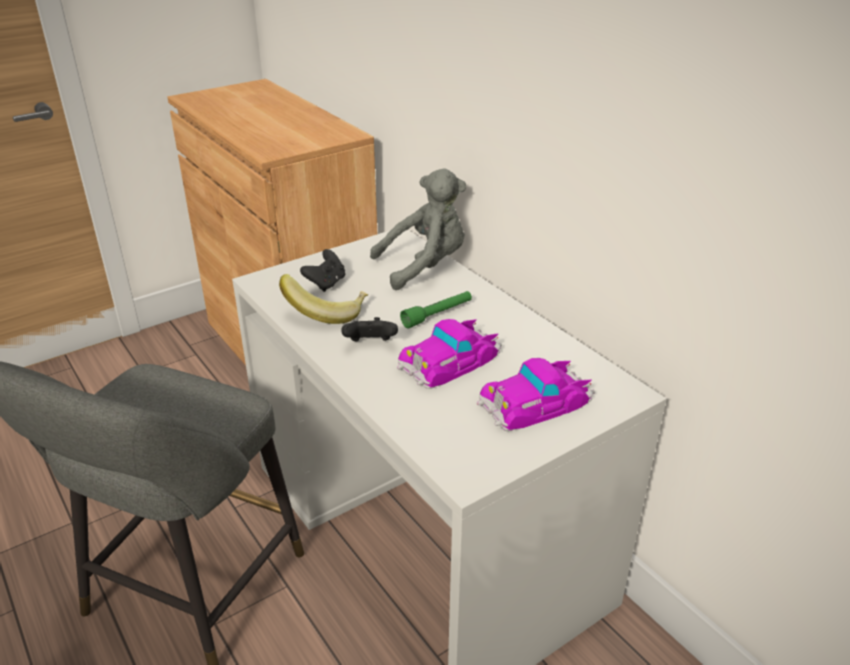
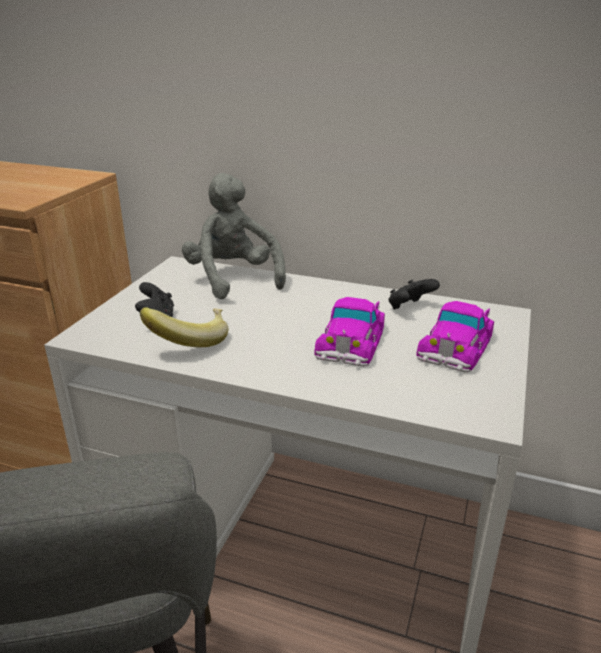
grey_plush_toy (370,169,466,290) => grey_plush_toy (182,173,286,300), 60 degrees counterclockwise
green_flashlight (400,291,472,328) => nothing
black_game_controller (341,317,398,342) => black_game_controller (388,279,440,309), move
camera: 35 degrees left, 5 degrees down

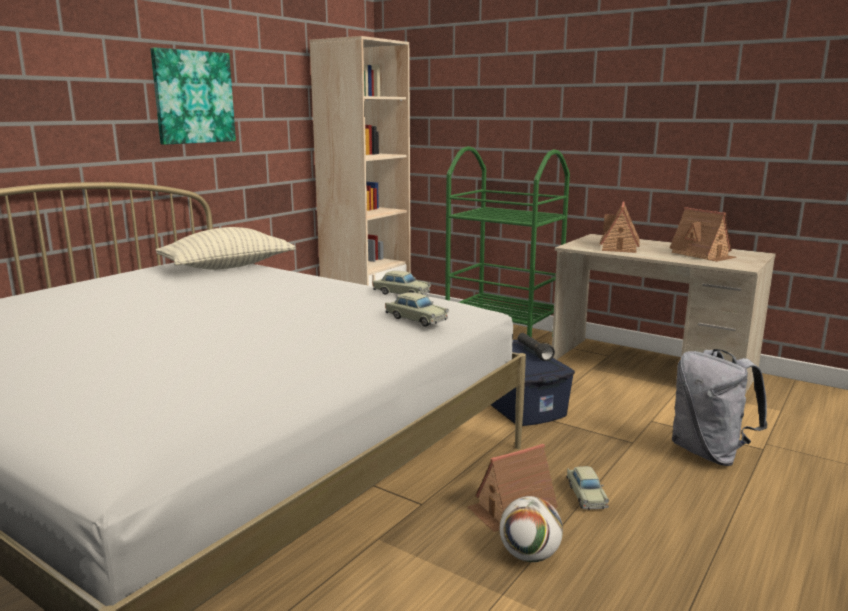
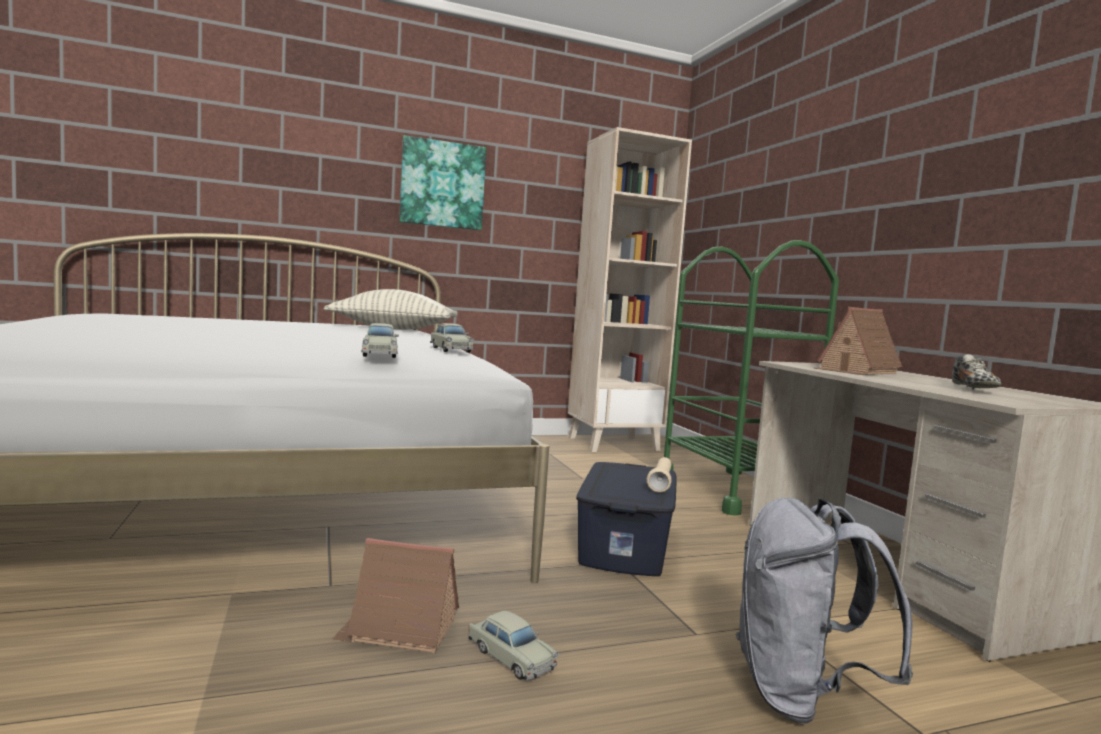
toy_house (669,207,737,262) => shoe (952,354,1001,390)
black_flashlight (518,333,555,361) => beige_flashlight (647,457,672,493)
beige_toy_car (567,466,609,510) => beige_toy_car (468,611,559,680), 75 degrees counterclockwise
football (499,496,563,562) => nothing
camera: 35 degrees right, 10 degrees down

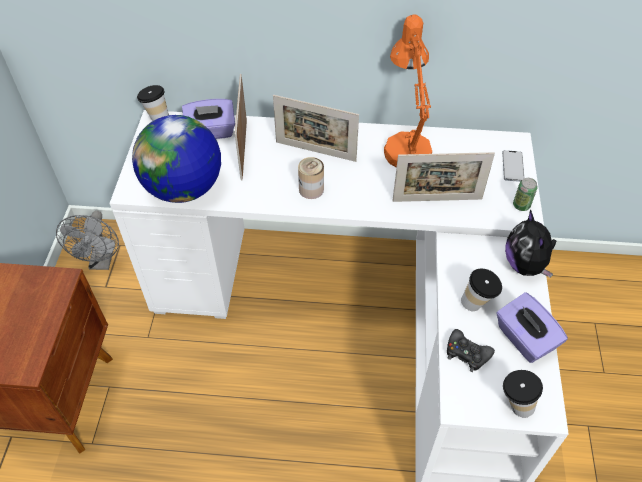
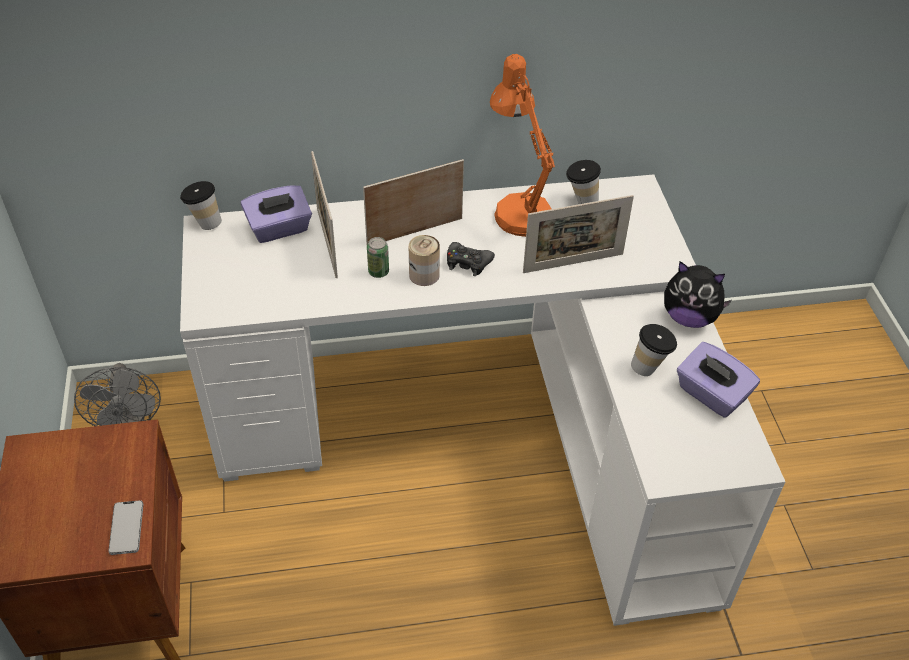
picture_frame (273,95,359,162) => picture_frame (363,159,464,244), 150 degrees clockwise
globe (132,115,221,203) => nothing
phone (502,150,524,182) => phone (108,500,143,555), move
can (513,178,537,211) => can (367,237,389,278), move
plush_toy (505,210,557,278) => plush_toy (664,261,732,328), 45 degrees counterclockwise
black_game_controller (447,329,495,372) => black_game_controller (447,242,495,276), move
cup (503,370,543,418) => cup (566,160,601,204), move
camera: 15 degrees left, 5 degrees down

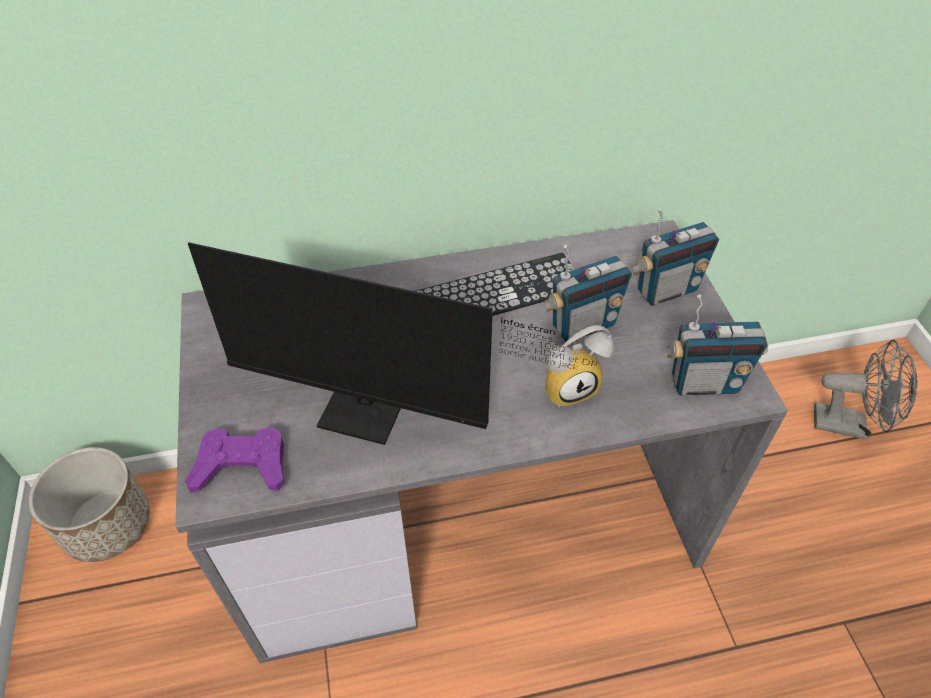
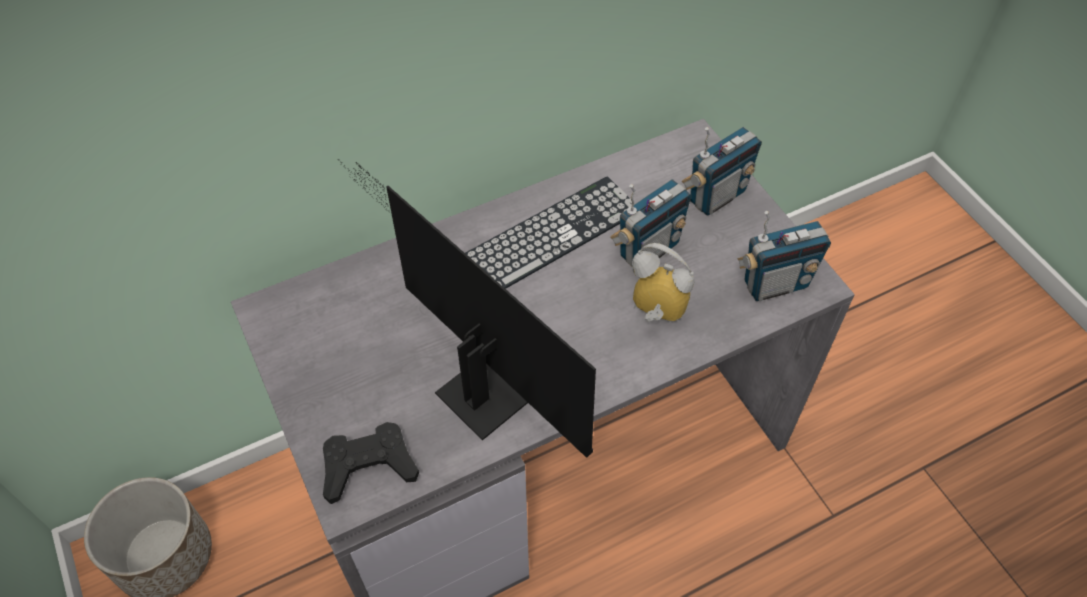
monitor (188,242,597,445) => monitor (341,162,596,458), 135 degrees counterclockwise
alarm_clock (545,325,614,408) => alarm_clock (632,243,695,323), 120 degrees counterclockwise
grey_fan (814,339,918,440) => nothing
purple_game_controller (185,427,285,493) => black_game_controller (323,422,419,504)
camera: 15 degrees left, 5 degrees up

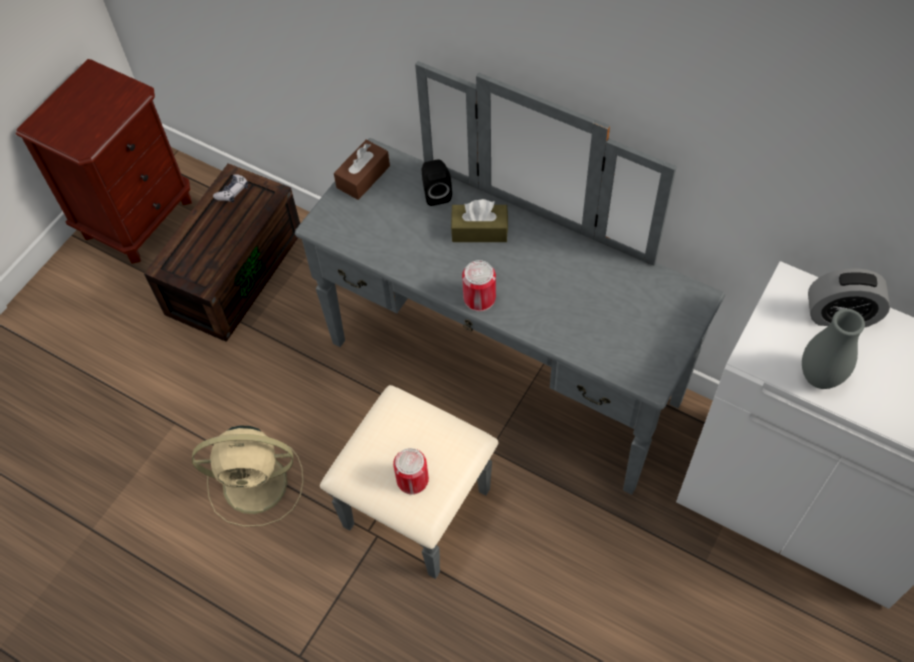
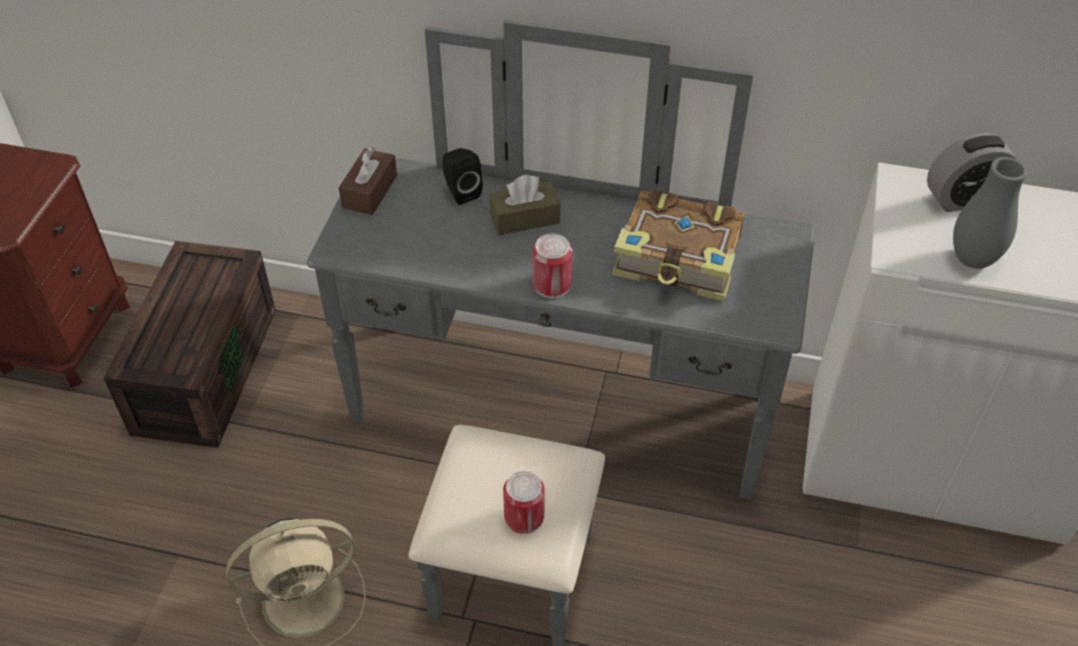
game_controller (213,174,248,203) => nothing
nothing => book (613,189,745,301)
camera: 20 degrees left, 10 degrees down

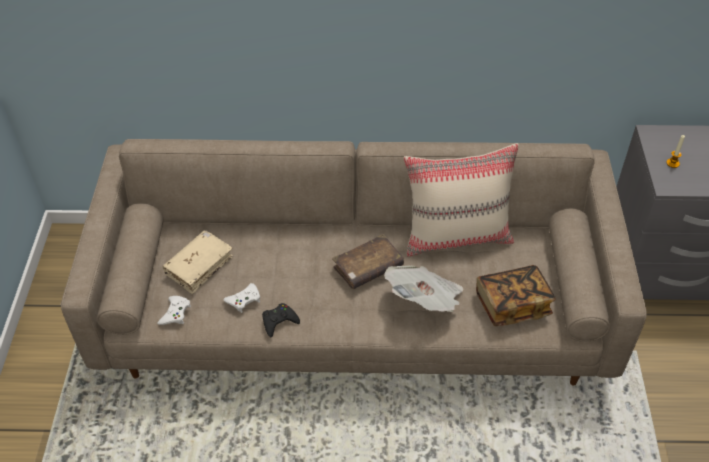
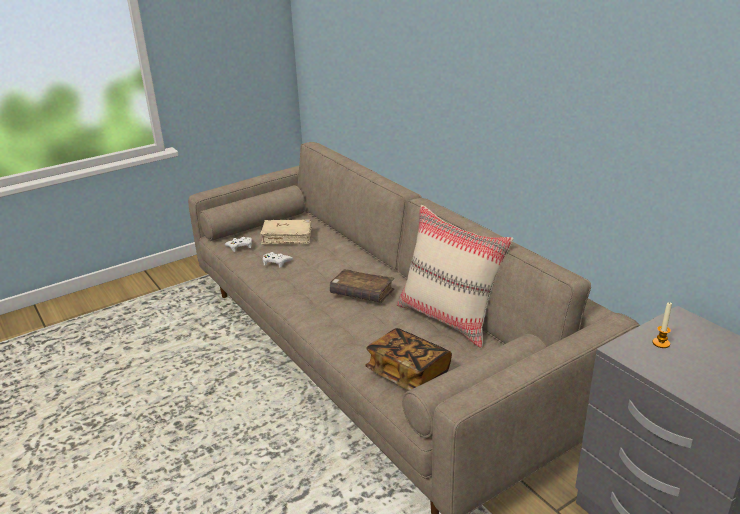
newspaper (384,266,464,312) => nothing
black_game_controller (262,303,300,337) => nothing
camera: 55 degrees right, 20 degrees down

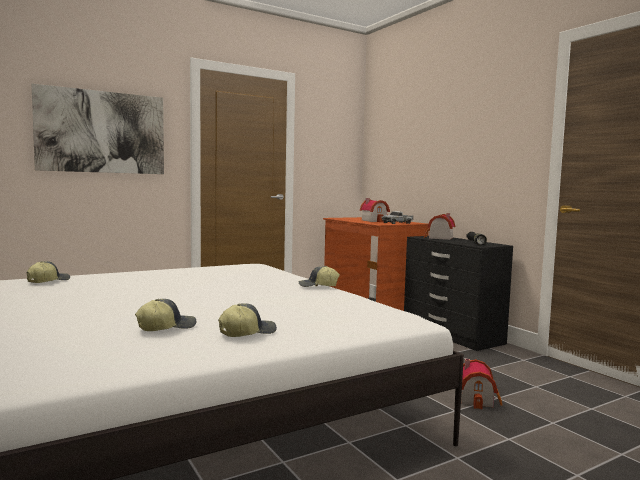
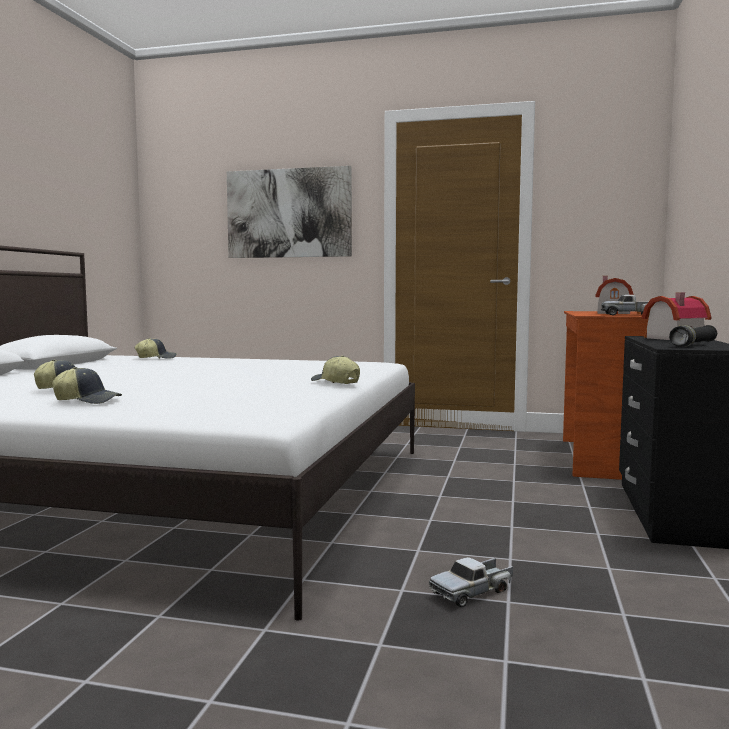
toy_house (461,359,502,409) => toy_truck (429,557,513,607)
camera: 45 degrees right, 0 degrees up

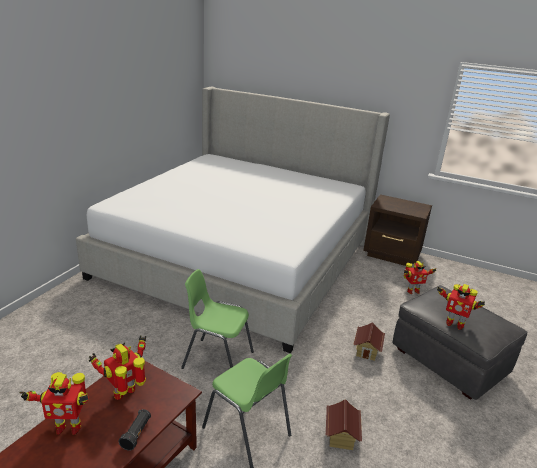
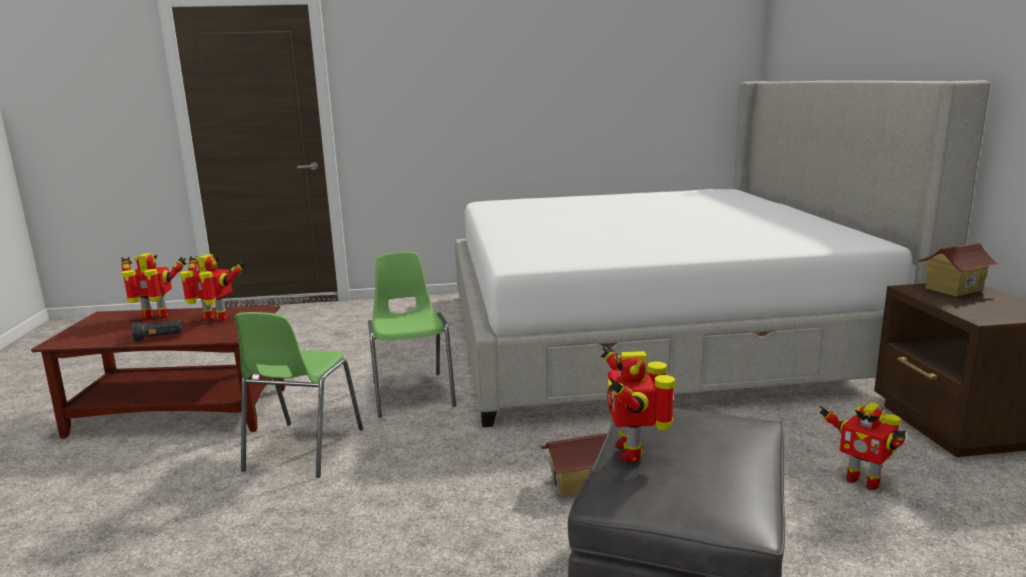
toy_robot (20,372,89,435) => toy_robot (121,253,186,319), 120 degrees clockwise
toy_house (326,399,362,450) => toy_house (917,242,1001,297), move
camera: 60 degrees right, 10 degrees down

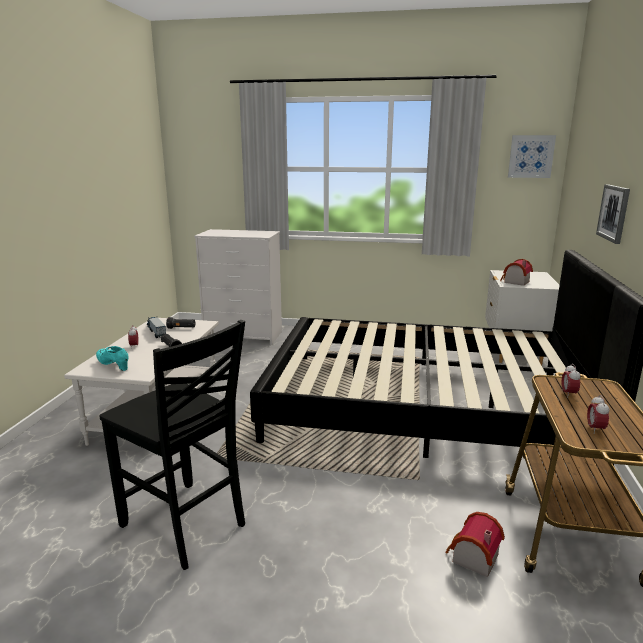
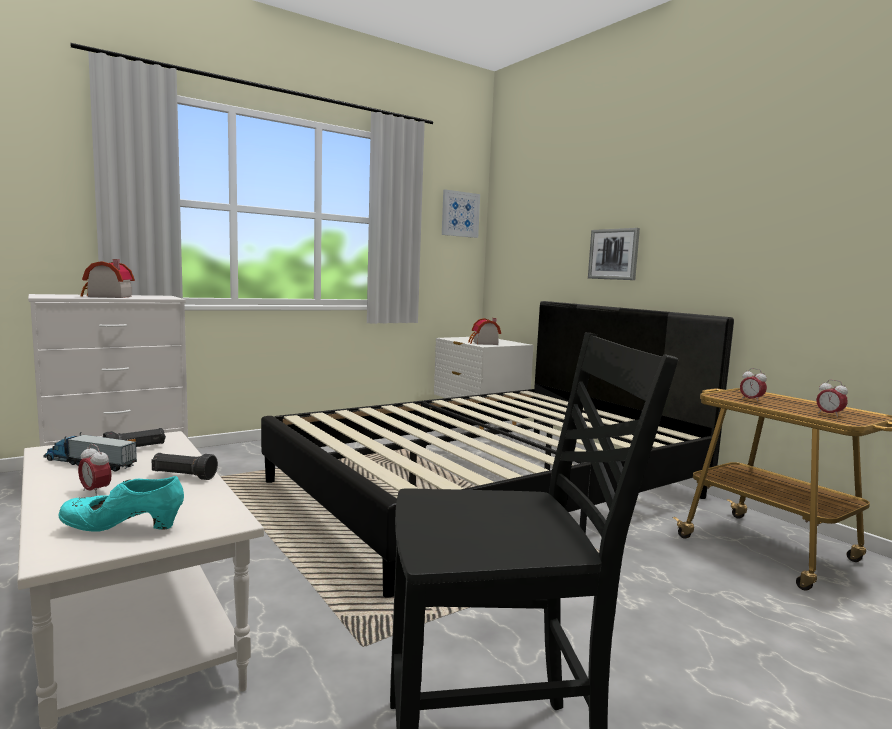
toy_house (446,512,505,578) => toy_house (81,259,135,298), move
camera: 45 degrees left, 10 degrees down

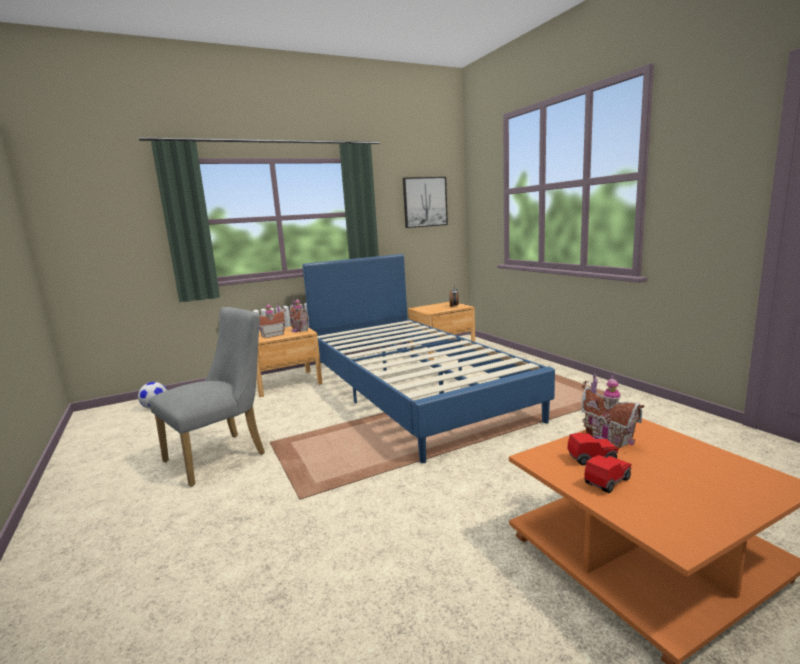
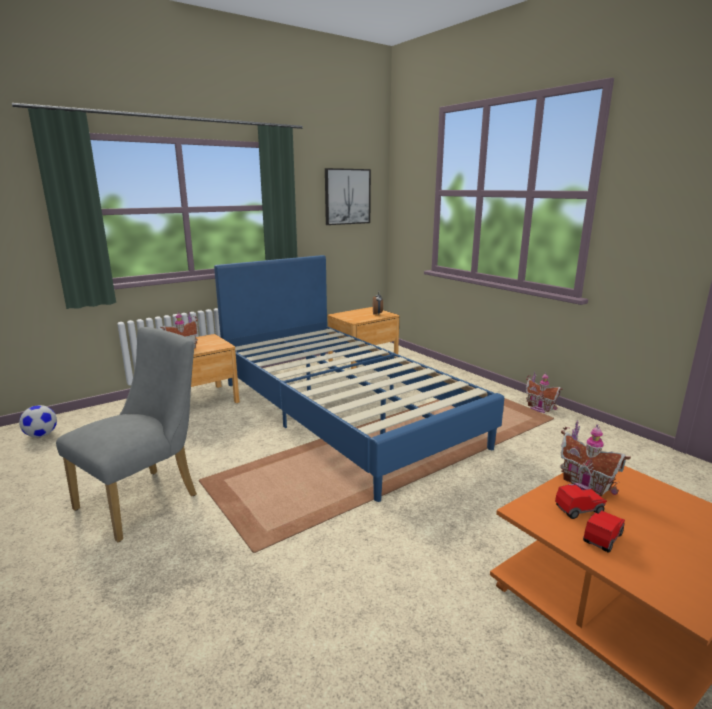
toy_house (289,298,309,333) => toy_house (526,371,563,413), move
camera: 10 degrees left, 5 degrees up

